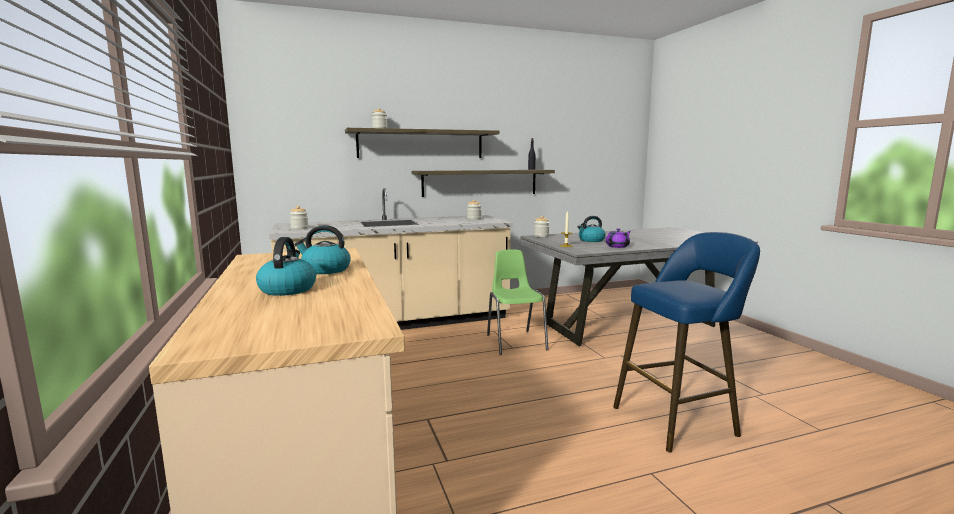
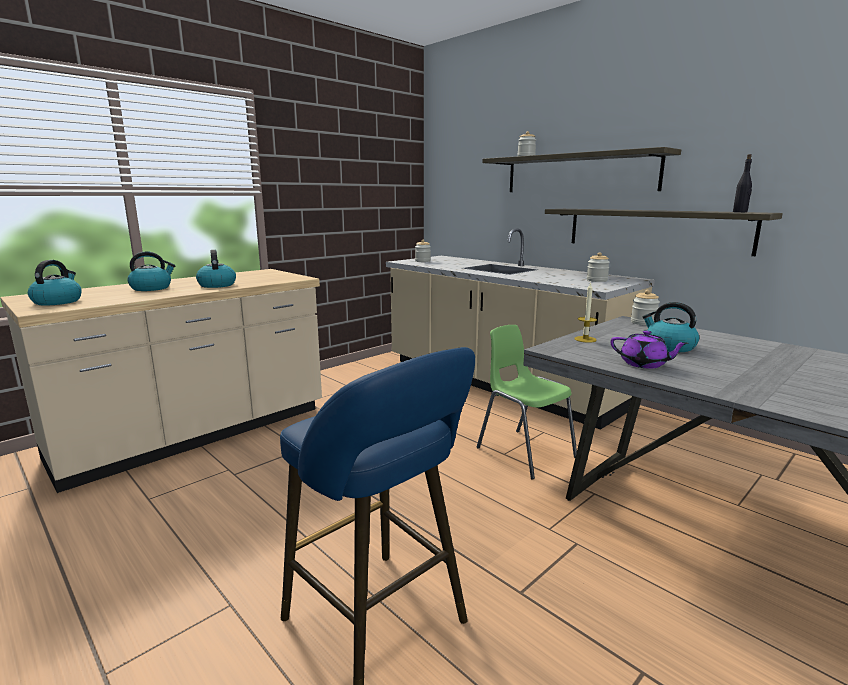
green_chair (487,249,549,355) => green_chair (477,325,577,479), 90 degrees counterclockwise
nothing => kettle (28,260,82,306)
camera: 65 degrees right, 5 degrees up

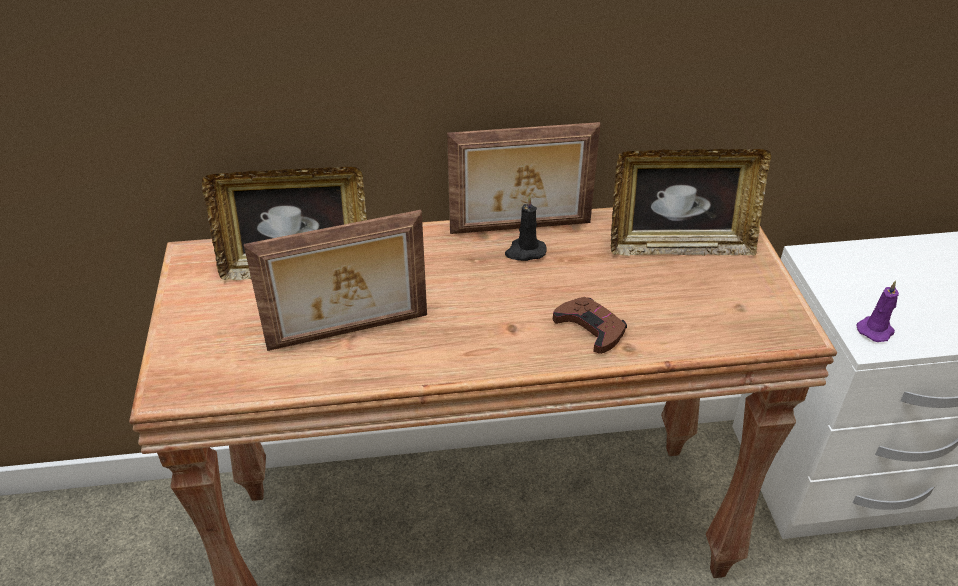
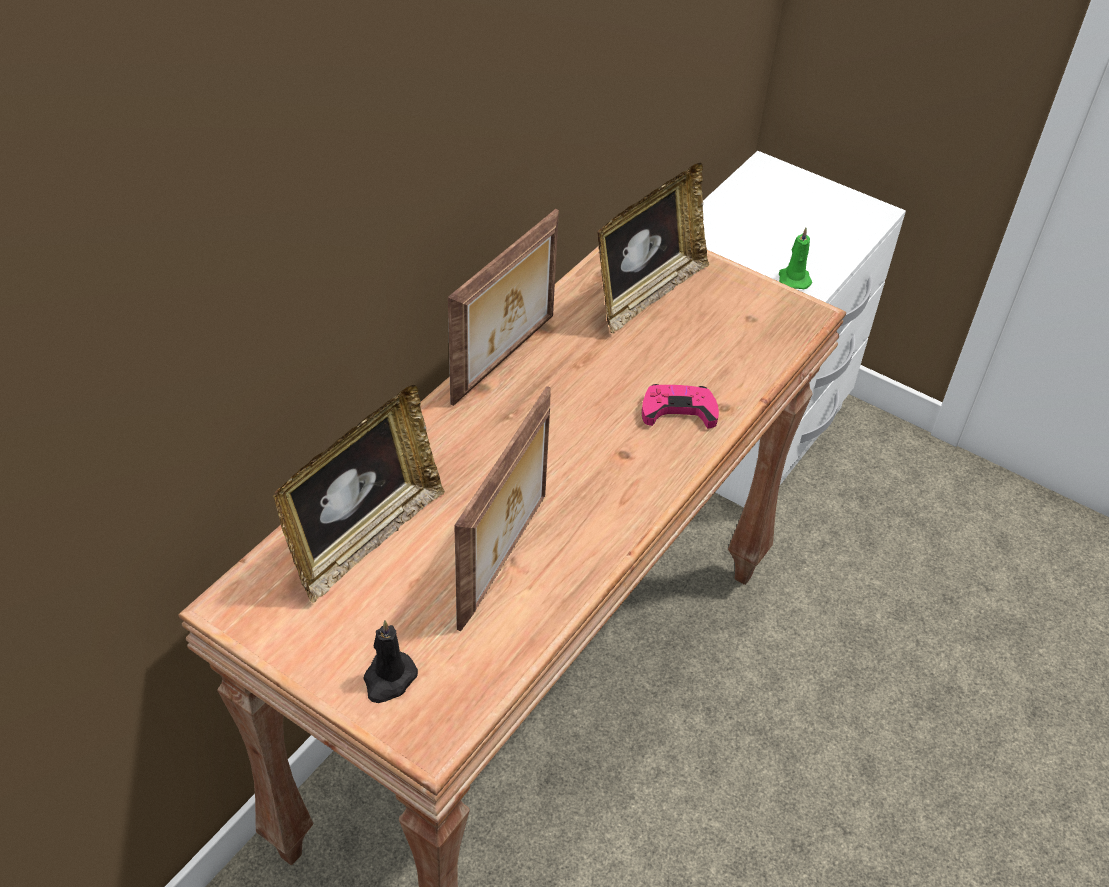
black_candle (505,195,547,261) => black_candle (363,620,418,703), move
purple_candle (856,281,899,342) => green_candle (779,228,812,289)
brown_game_controller (553,297,627,354) => pink_game_controller (642,384,719,429)
camera: 50 degrees left, 5 degrees up

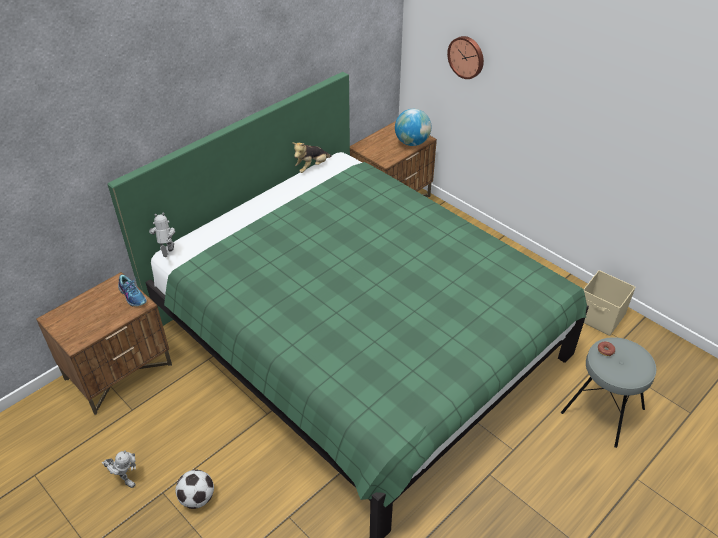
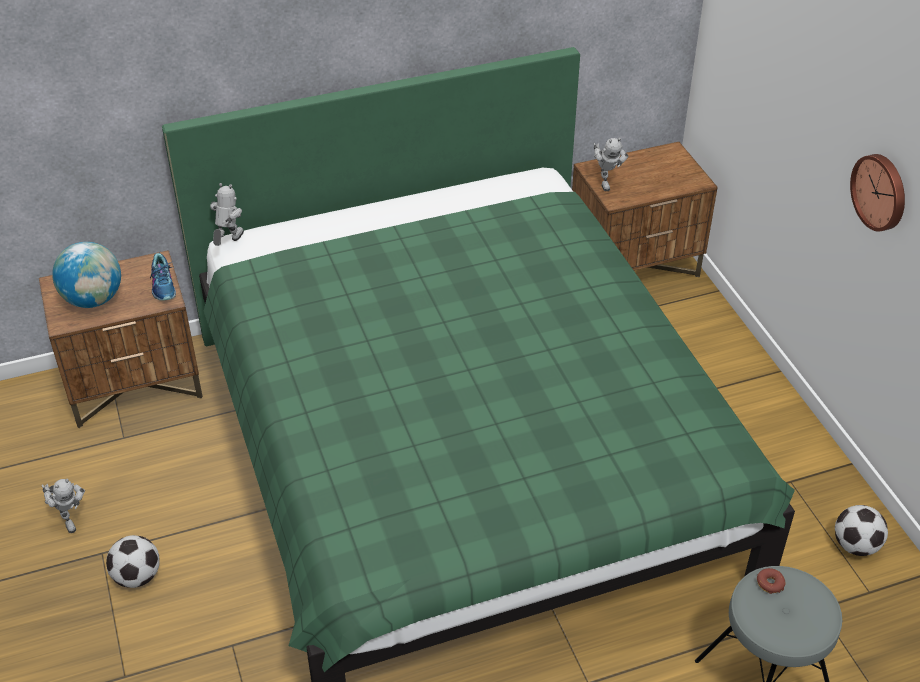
wall_clock (447,36,484,79) => wall_clock (850,154,905,232), move
globe (395,109,431,146) => globe (52,242,121,308), move
plush_toy (293,143,332,173) => nothing
beige_storage_box (584,270,635,336) => football (835,505,888,556)
nothing => toy_robot (594,138,629,191)
camera: 25 degrees right, 0 degrees up

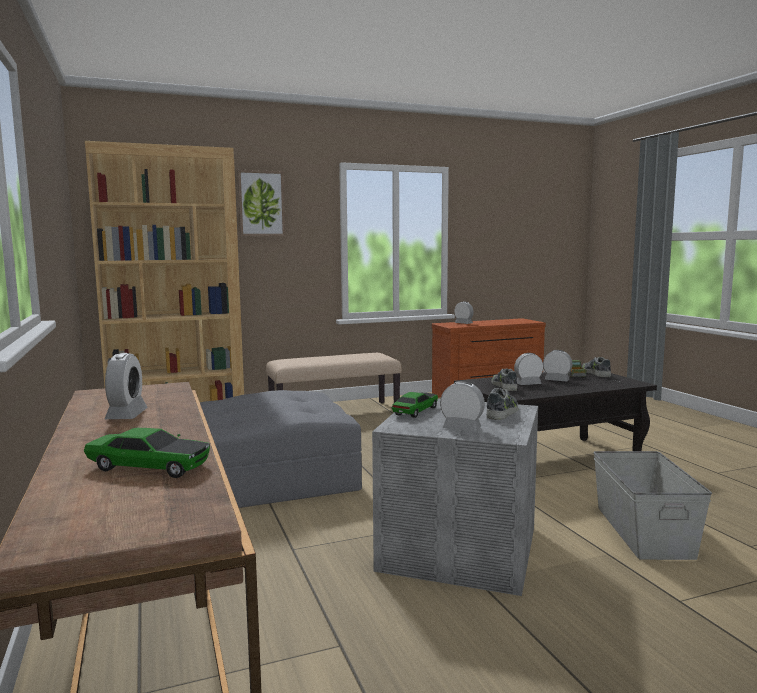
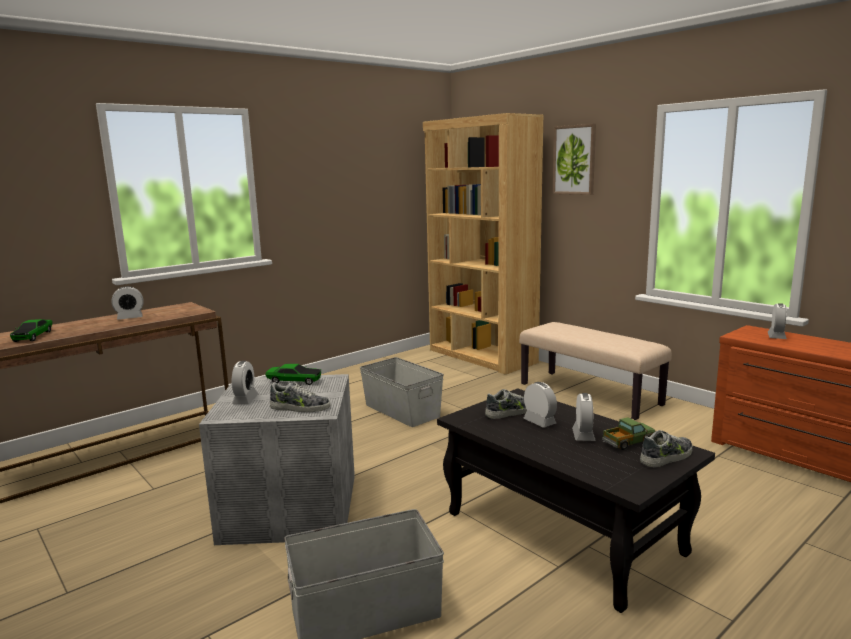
grey_ottoman (200,390,362,508) => grey_storage_box (360,357,444,427)
camera: 70 degrees right, 5 degrees up

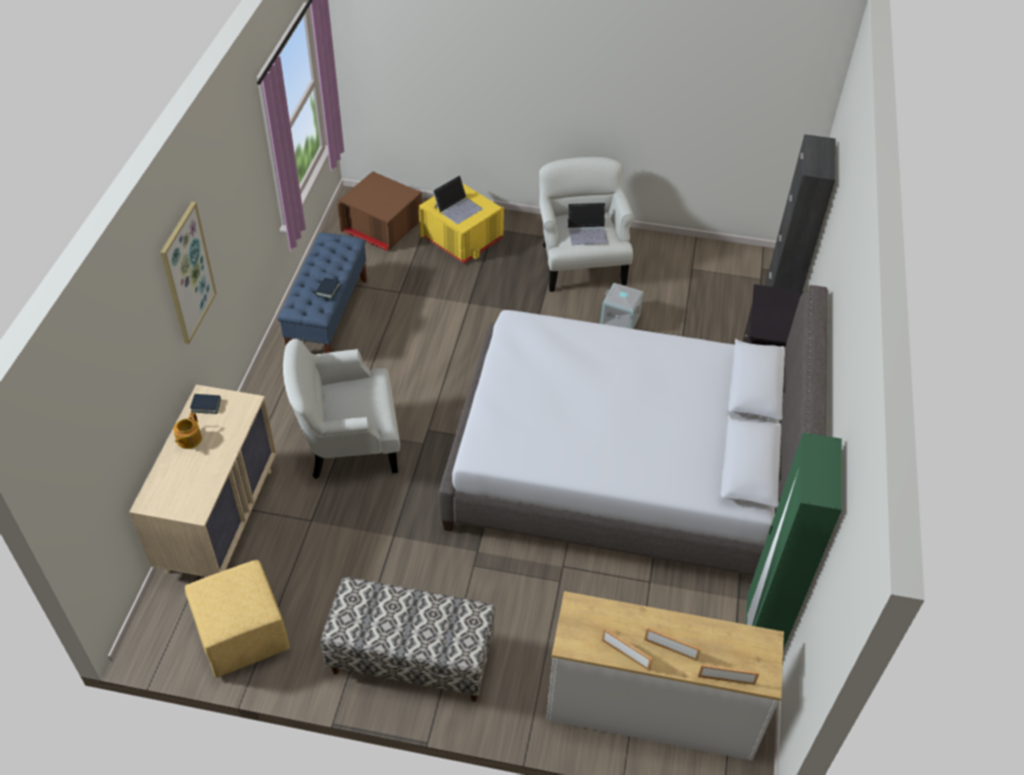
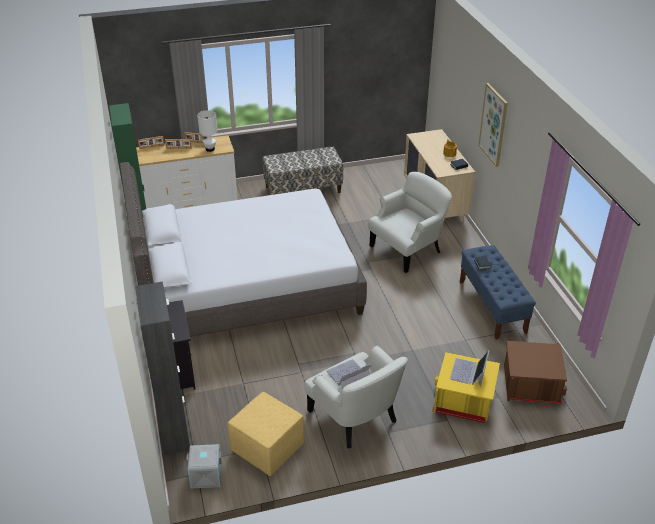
grey_storage_box (600,283,644,329) => grey_storage_box (186,444,222,488), move
yellow_ottoman (185,560,290,678) => yellow_ottoman (228,392,304,476), move
nothing => white_table_lamp (197,110,218,152)
camera: 155 degrees right, 10 degrees down

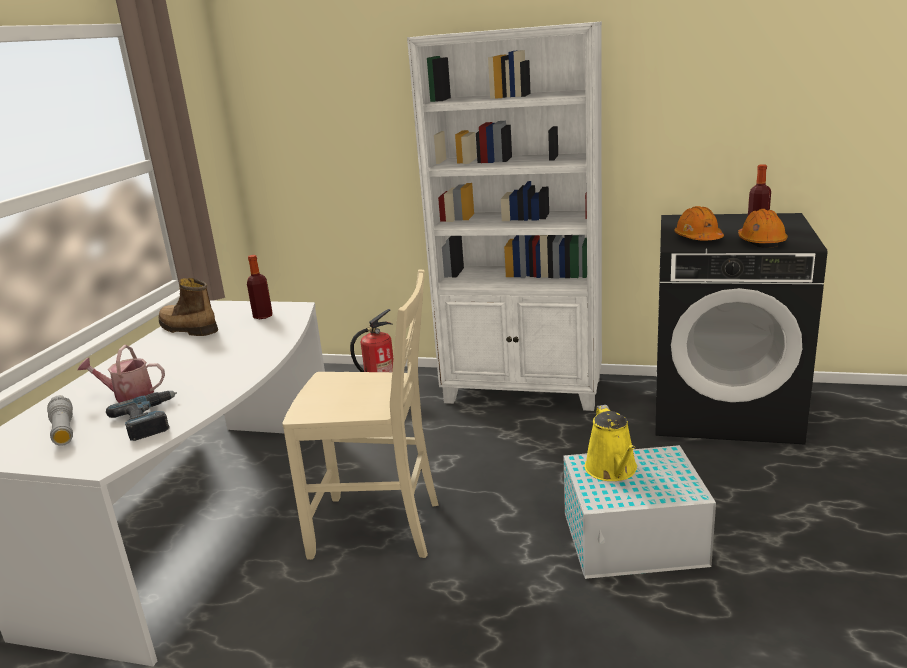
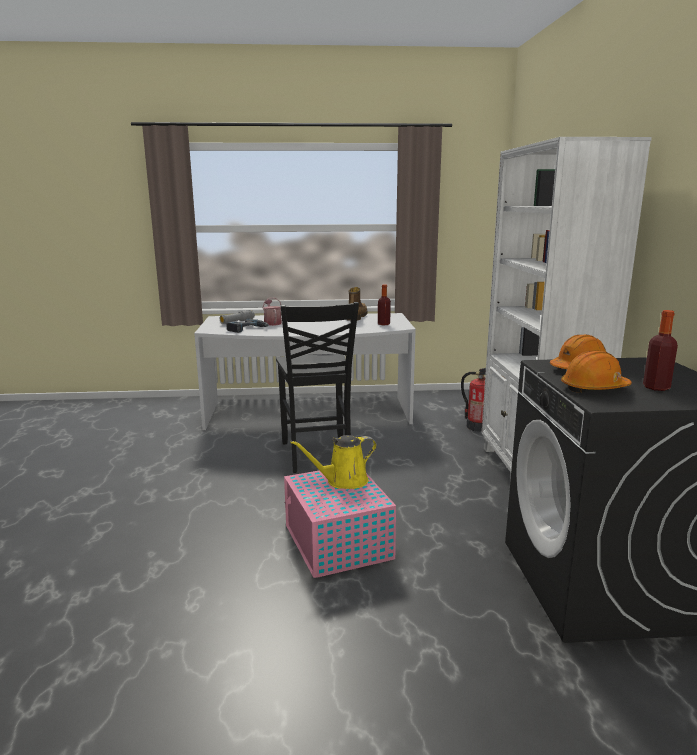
beige_chair (282,269,439,560) => black_chair (276,302,359,473)
white_storage_box (564,445,716,579) => pink_storage_box (284,470,396,578)
camera: 70 degrees right, 5 degrees down

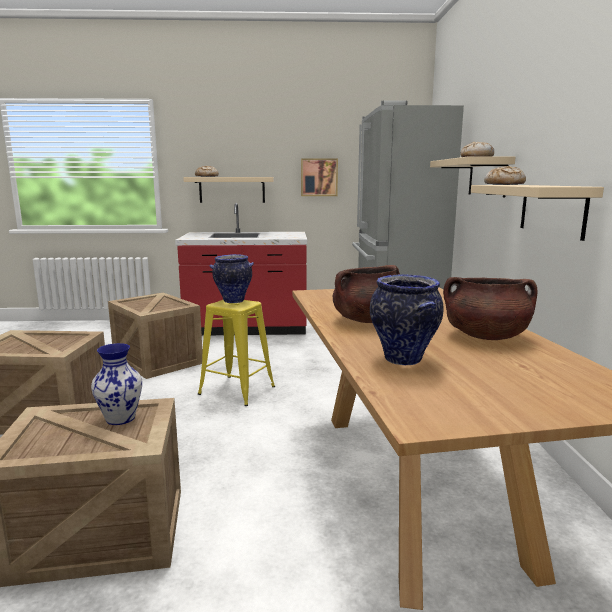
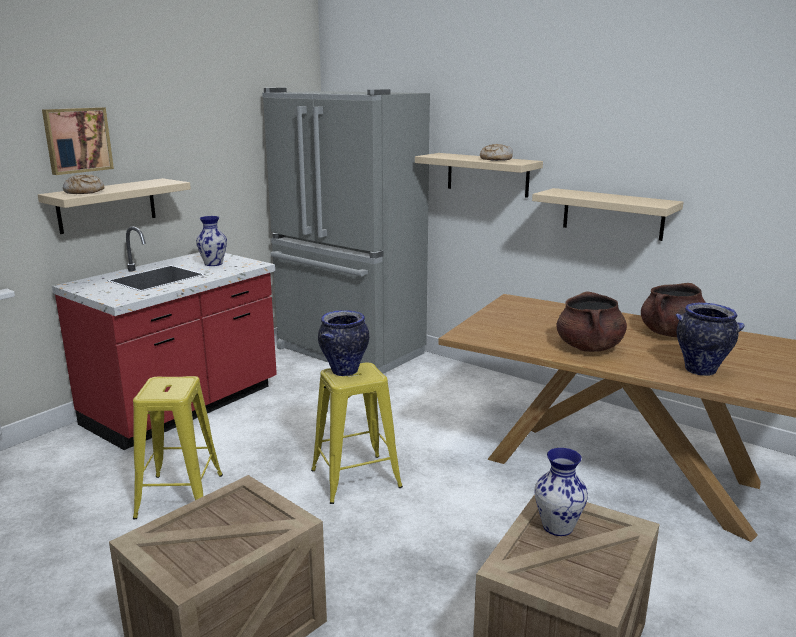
picture (301,158,338,196) => picture (42,107,114,175), move
bread (484,166,526,185) => nothing
crate (108,293,203,379) => yellow_stool (133,376,223,520)
nothing => vase (196,216,227,266)
camera: 50 degrees left, 5 degrees up

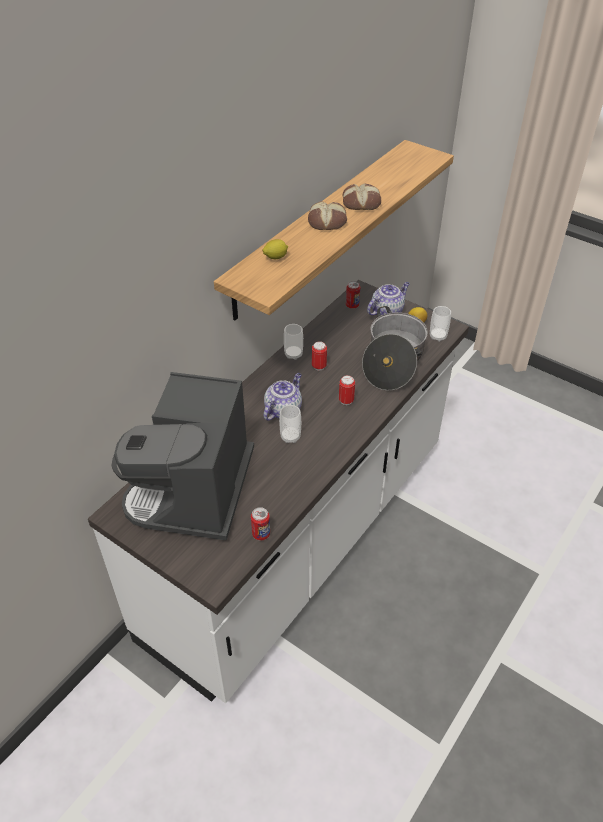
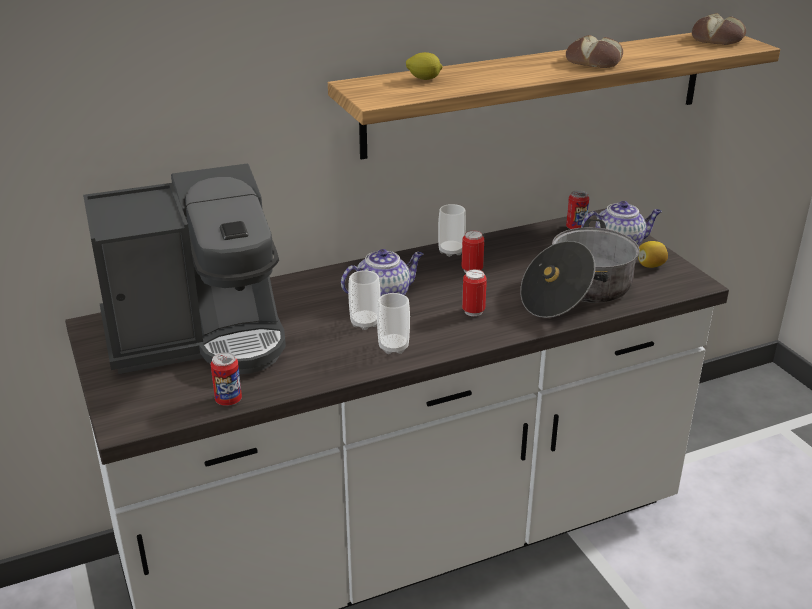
bread (308,201,347,230) => bread (692,13,746,45), move
cup (430,306,451,342) => cup (377,293,410,354), move
coffee_machine (111,372,254,540) => coffee_machine (83,163,286,374), 150 degrees counterclockwise
camera: 30 degrees right, 15 degrees down

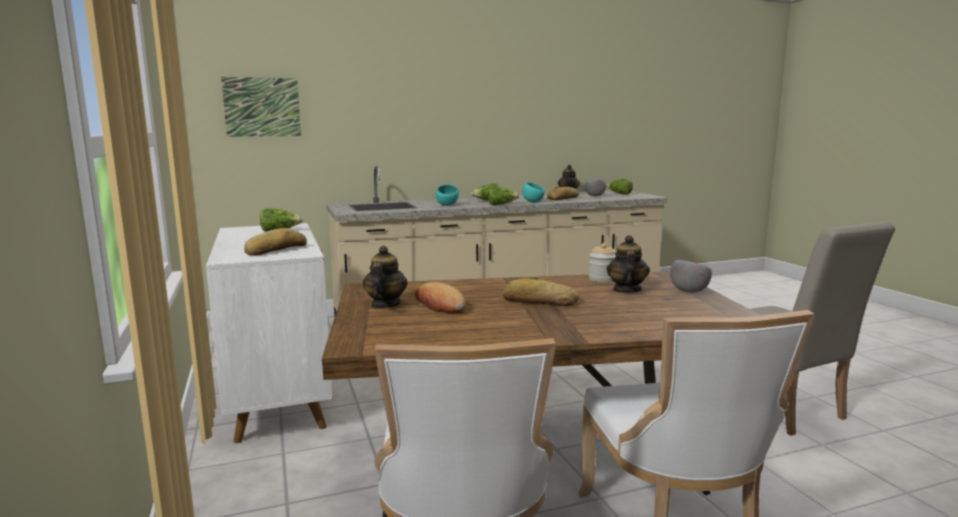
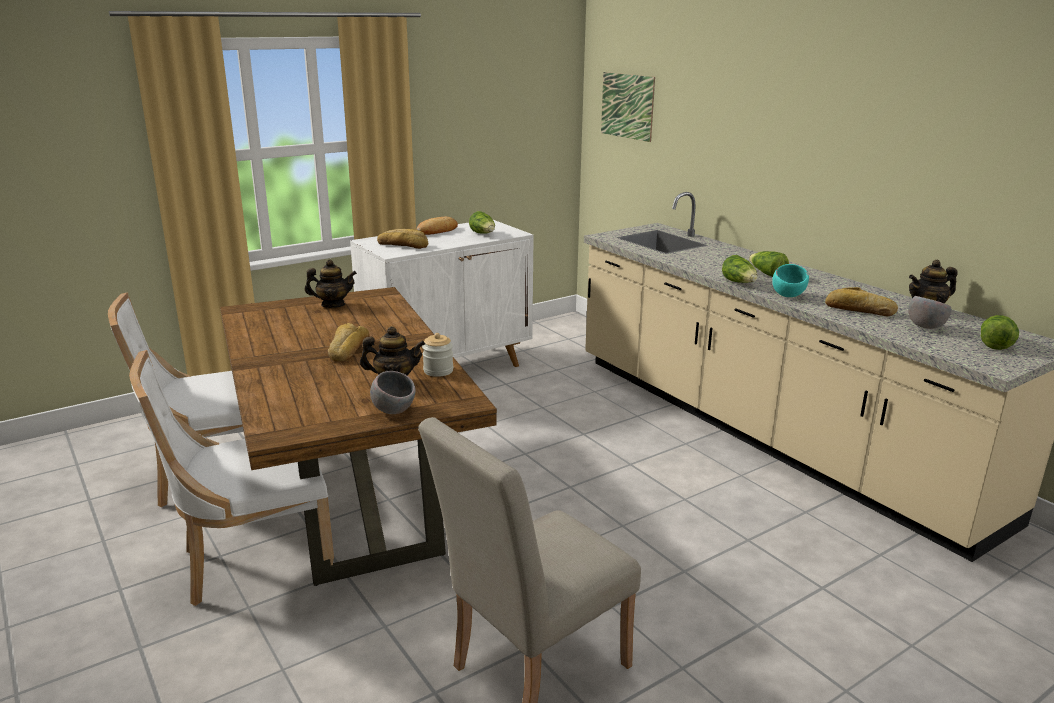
turquoise_bowl (436,184,459,206) => nothing
bread (415,282,466,313) => bread (417,217,458,235), move
camera: 75 degrees right, 10 degrees up

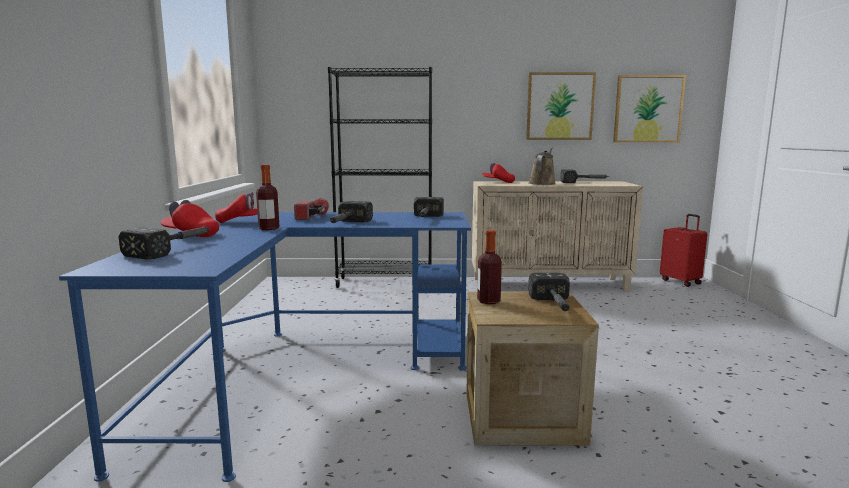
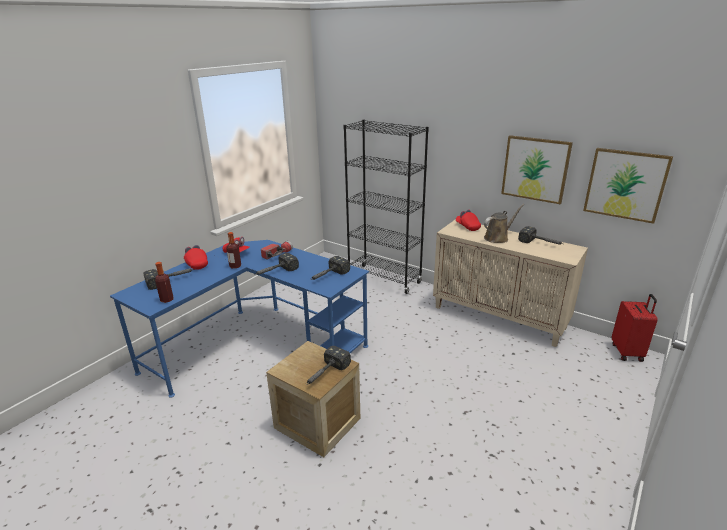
bottle (477,230,502,304) => bottle (155,262,173,303), move
camera: 35 degrees right, 15 degrees up

